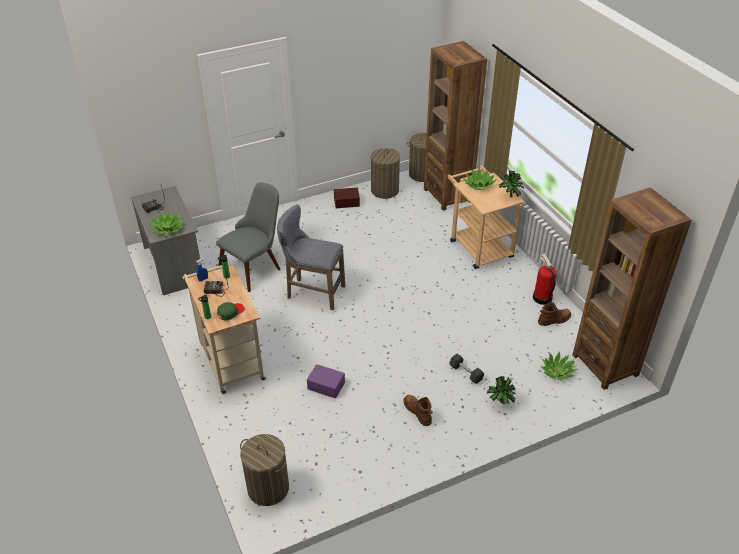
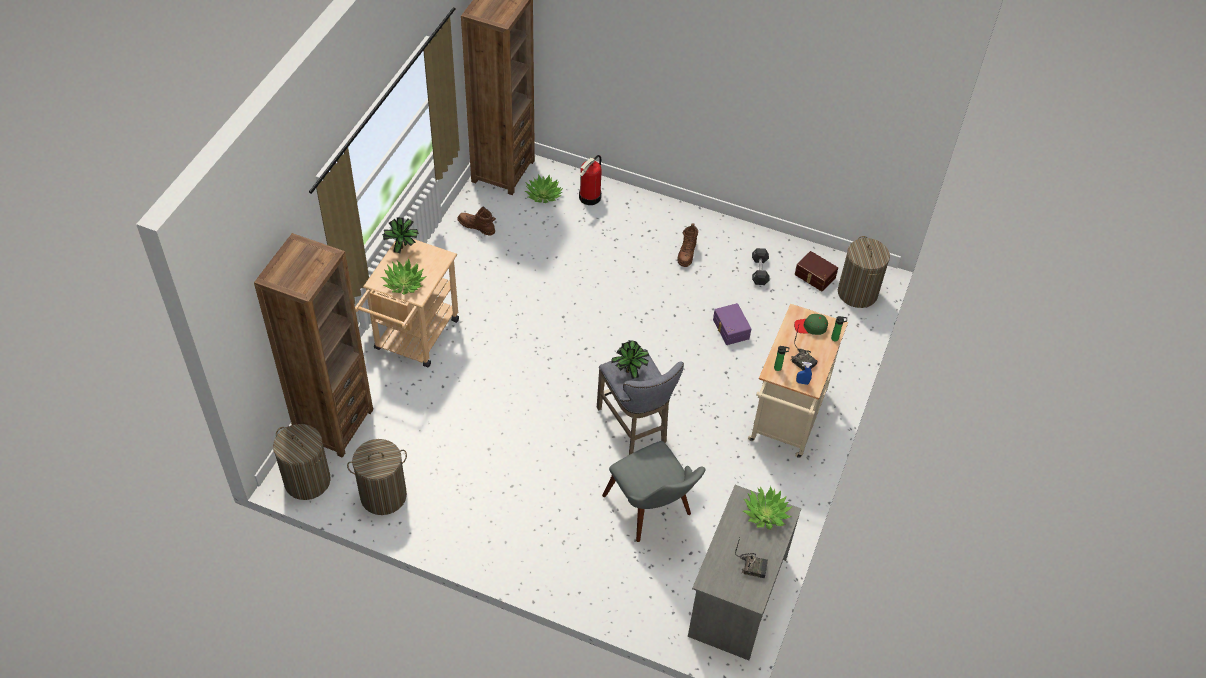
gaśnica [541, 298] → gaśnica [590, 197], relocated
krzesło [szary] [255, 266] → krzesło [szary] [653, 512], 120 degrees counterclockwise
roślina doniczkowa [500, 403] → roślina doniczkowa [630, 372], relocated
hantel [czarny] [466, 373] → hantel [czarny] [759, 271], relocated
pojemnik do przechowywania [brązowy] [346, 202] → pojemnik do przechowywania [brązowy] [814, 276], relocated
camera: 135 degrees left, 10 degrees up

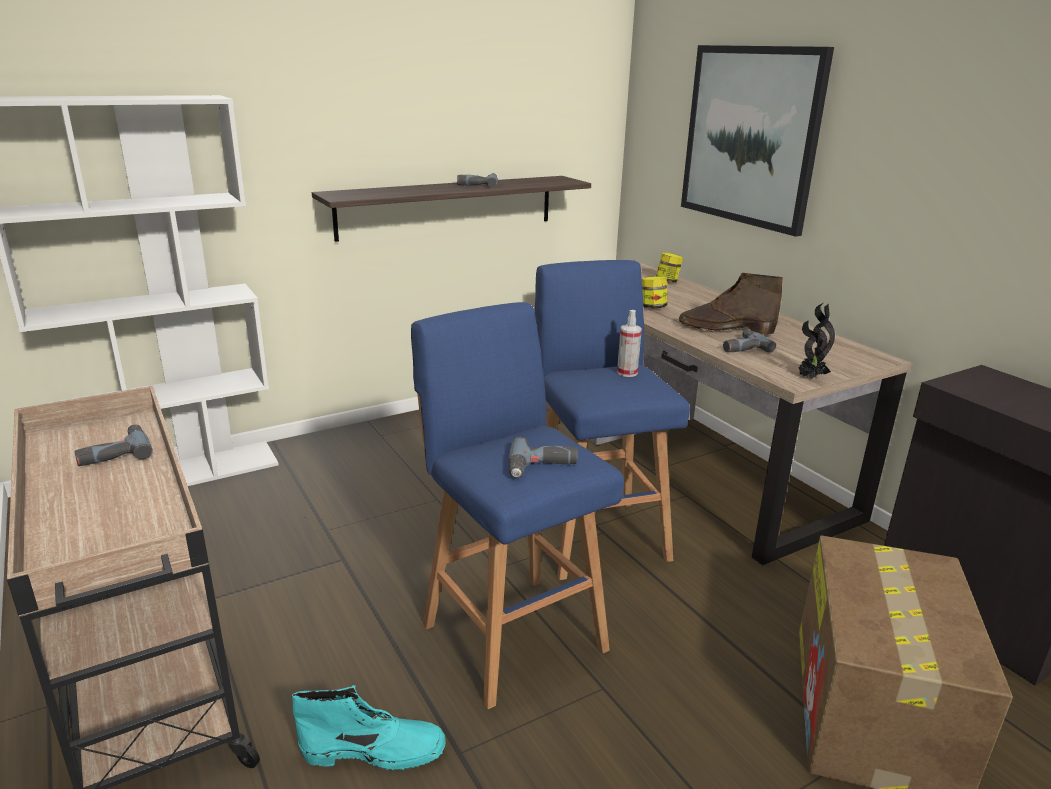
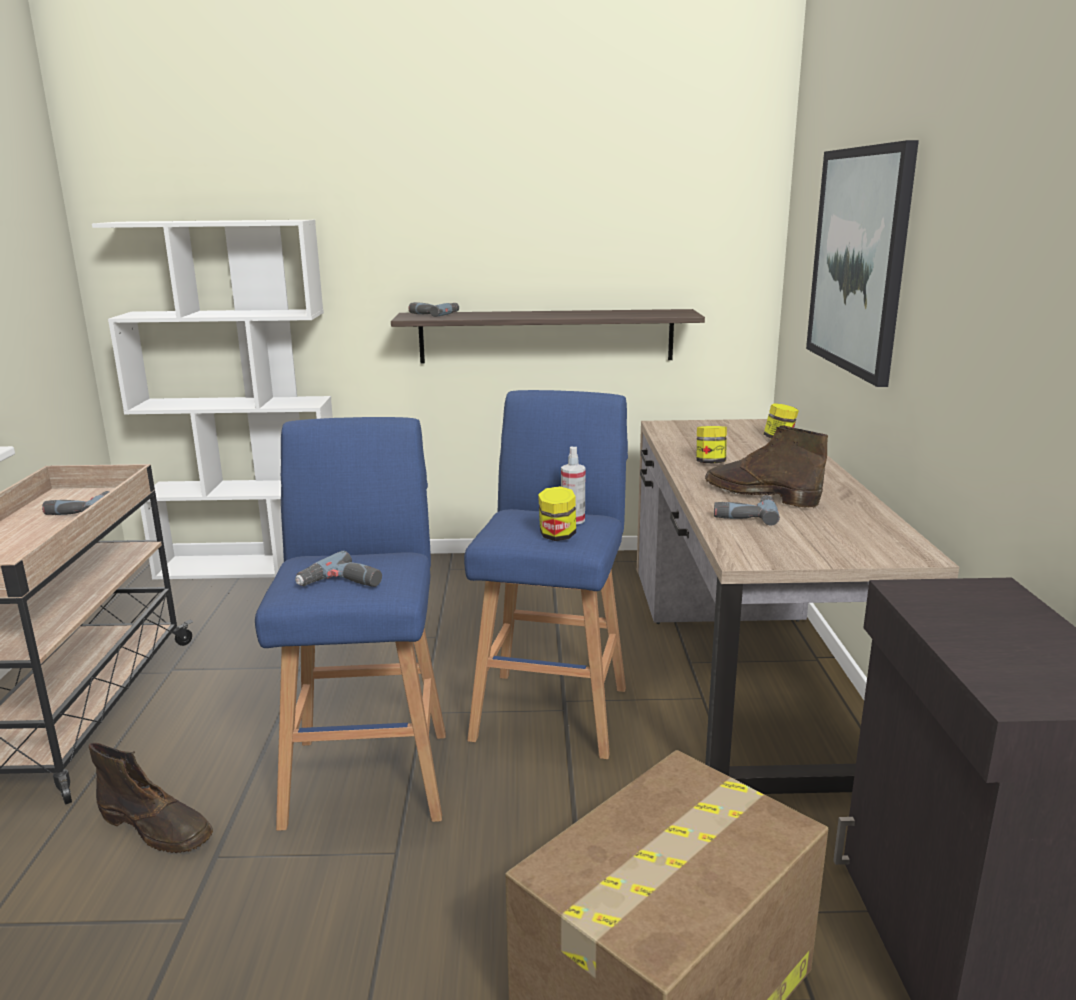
but z cholewką [turkusowy] [375, 751] → but z cholewką [brązowy] [157, 828]
wiertarka [478, 184] → wiertarka [433, 314], relocated
- → słoik [557, 536]
roślina doniczkowa [809, 378] → -
camera: 30 degrees right, 5 degrees down

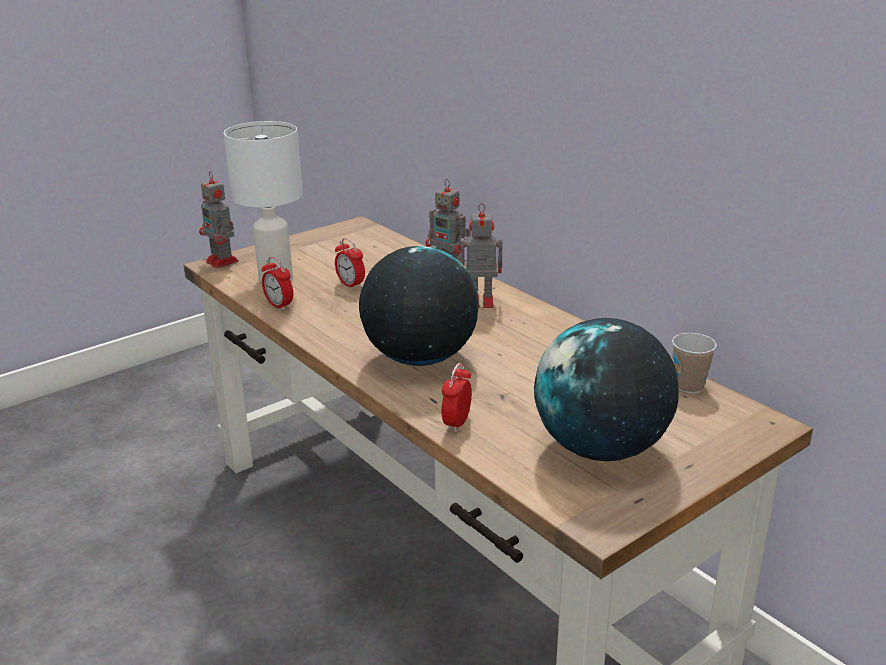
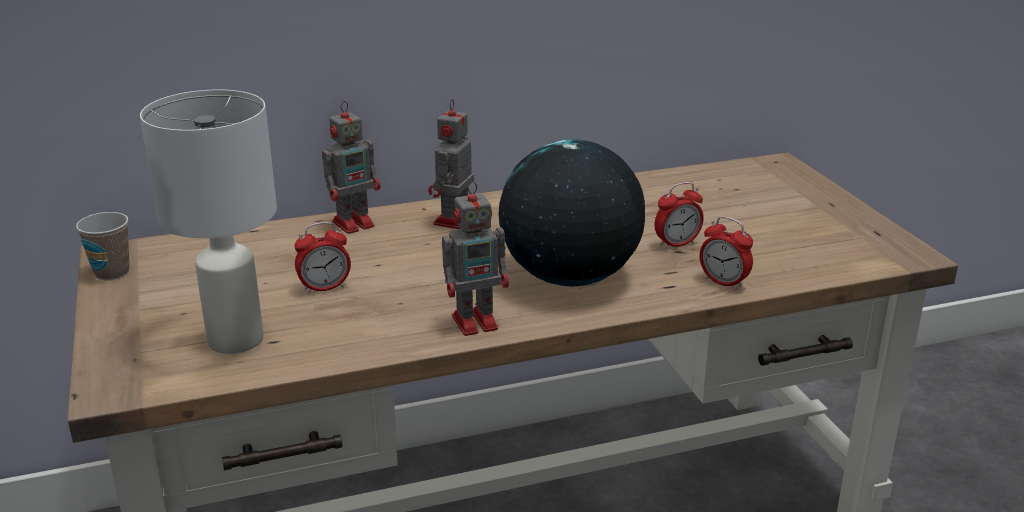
filiżanka [688, 386] → filiżanka [112, 273], relocated
robot zabawkowy [223, 262] → robot zabawkowy [477, 322], relocated
budzik [279, 306] → budzik [677, 244], relocated
globus [601, 448] → -
camera: 70 degrees left, 0 degrees up

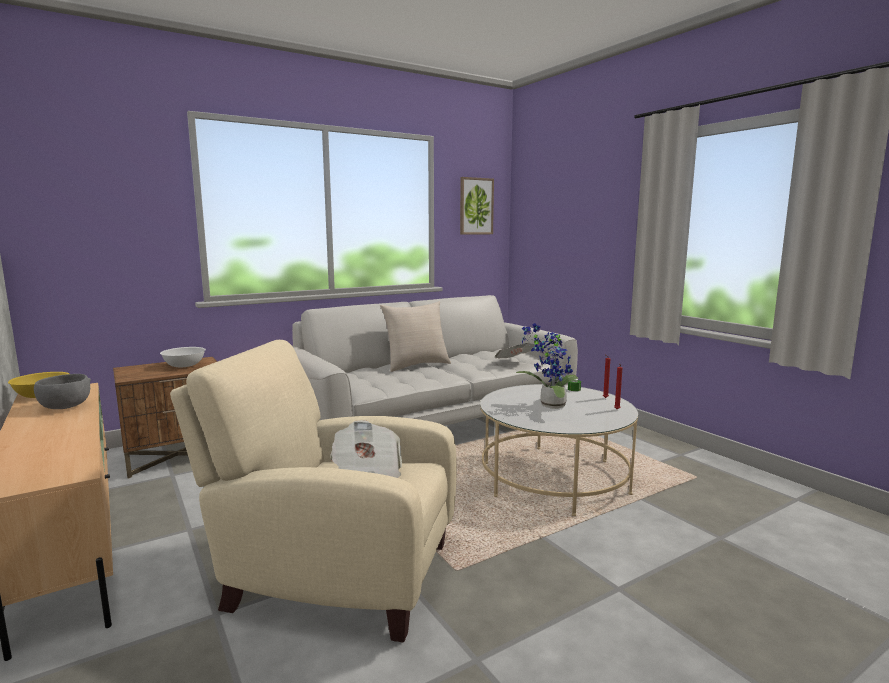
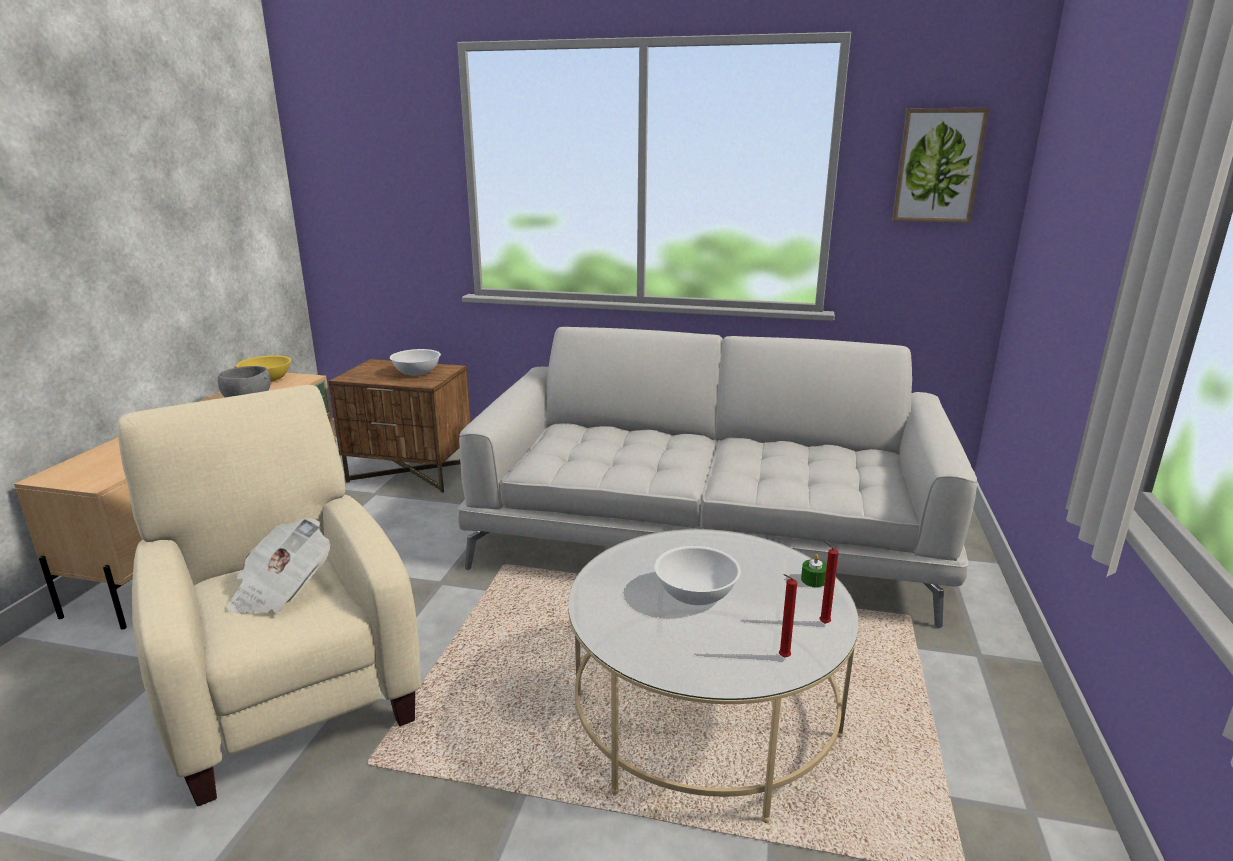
roślina doniczkowa [549, 405] → miska [biały] [696, 594]
poduszka [beżowy] [416, 365] → -
gazeta [513, 362] → -
camera: 45 degrees right, 10 degrees up

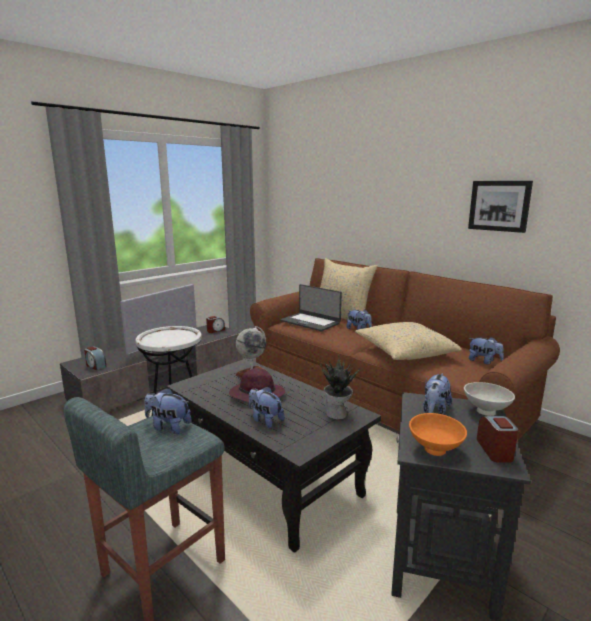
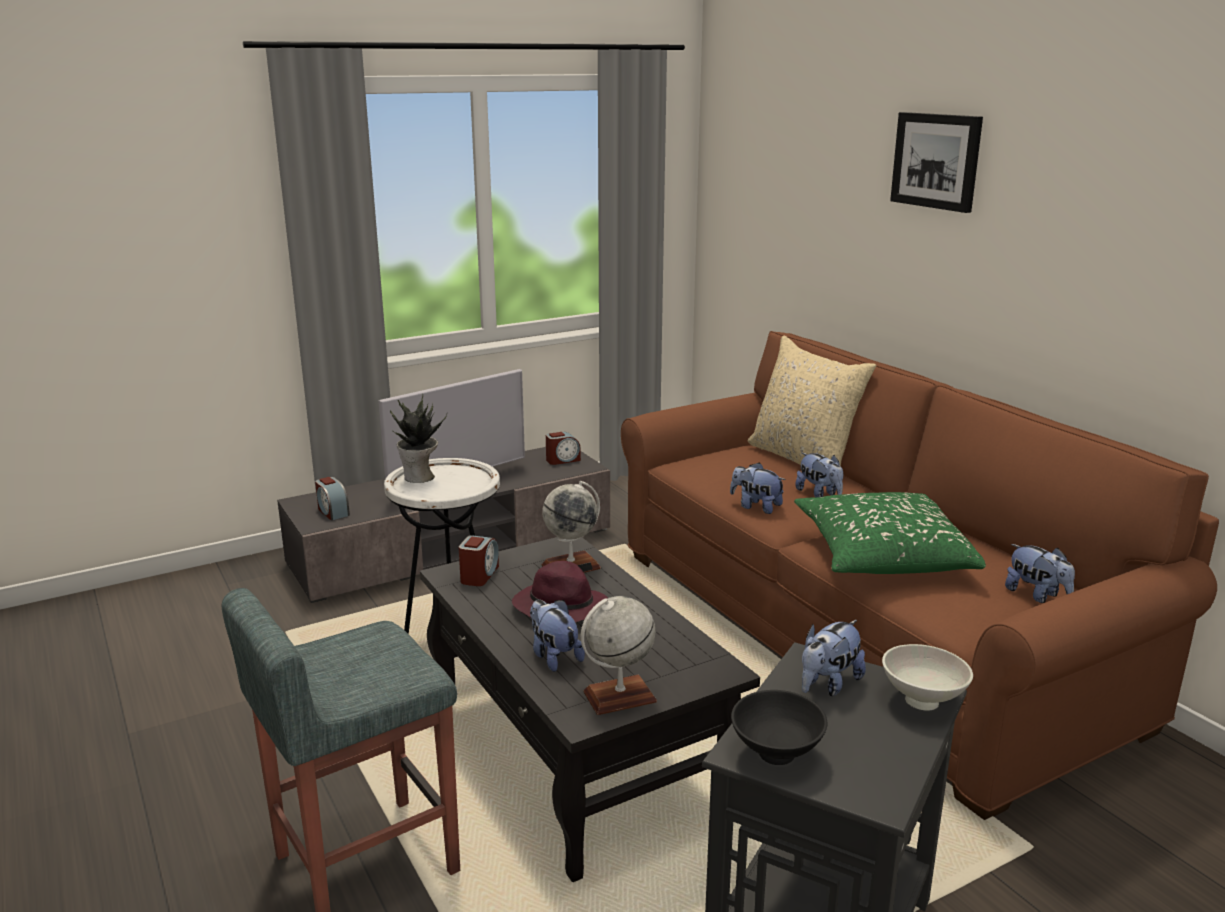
roślina doniczkowa [337, 414] → roślina doniczkowa [419, 478], relocated
budzik [495, 450] → budzik [479, 575], relocated
- → globus [619, 697]
pluszak [168, 427] → pluszak [756, 506], relocated
miska [pomarańczowy] [436, 450] → miska [czarny] [778, 755]
poduszka [beżowy] [404, 352] → poduszka [zielony] [881, 554]
obraz [499, 205] → obraz [936, 161], relocated
laptop [310, 322] → -
camera: 15 degrees right, 5 degrees up

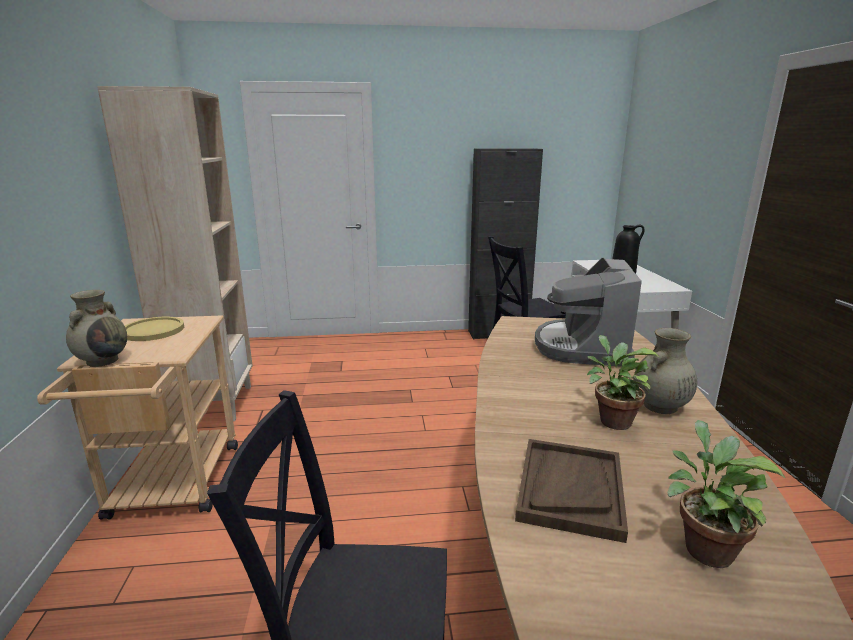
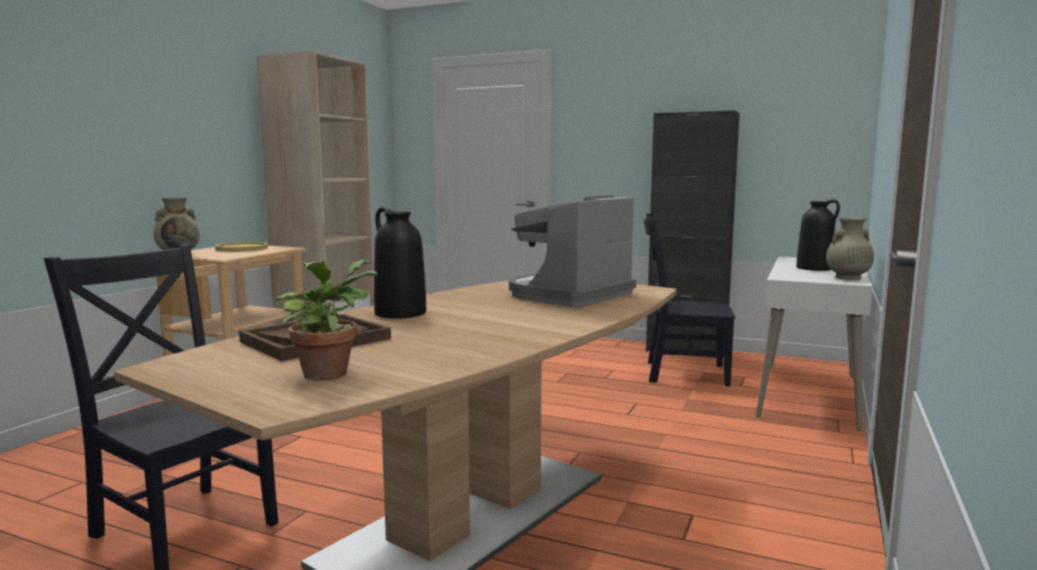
- → wazon [czarny] [399, 313]
wazon [beżowy] [659, 407] → wazon [beżowy] [847, 278], relocated
roślina doniczkowa [611, 420] → -
camera: 30 degrees right, 10 degrees down

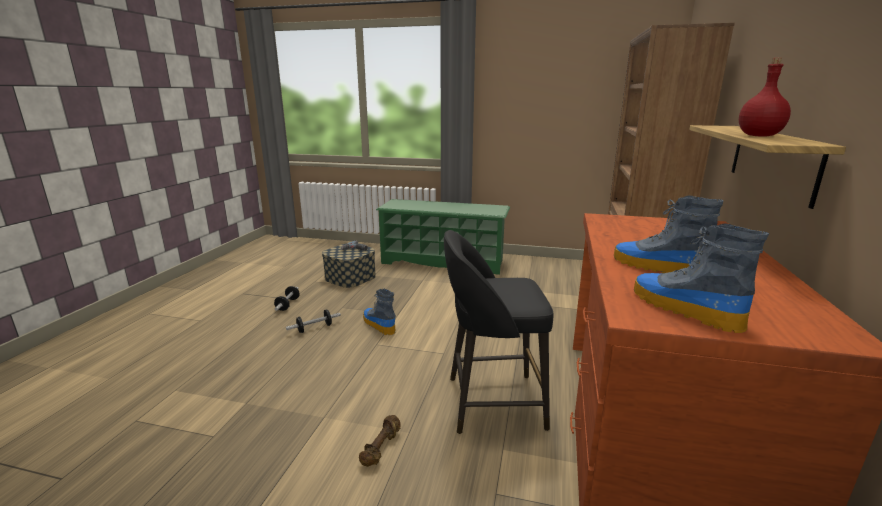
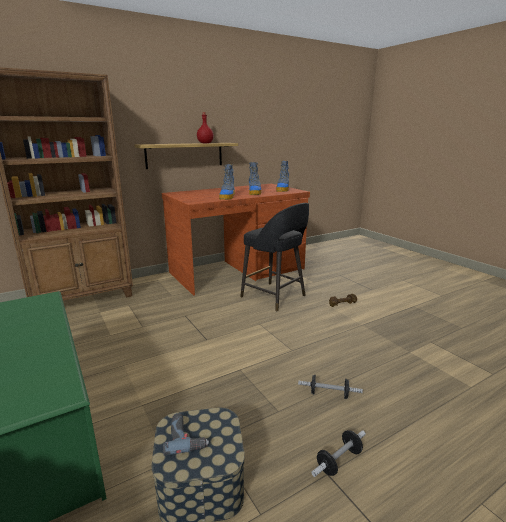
but z cholewką [378, 324] → but z cholewką [227, 197], relocated
camera: 135 degrees left, 0 degrees up

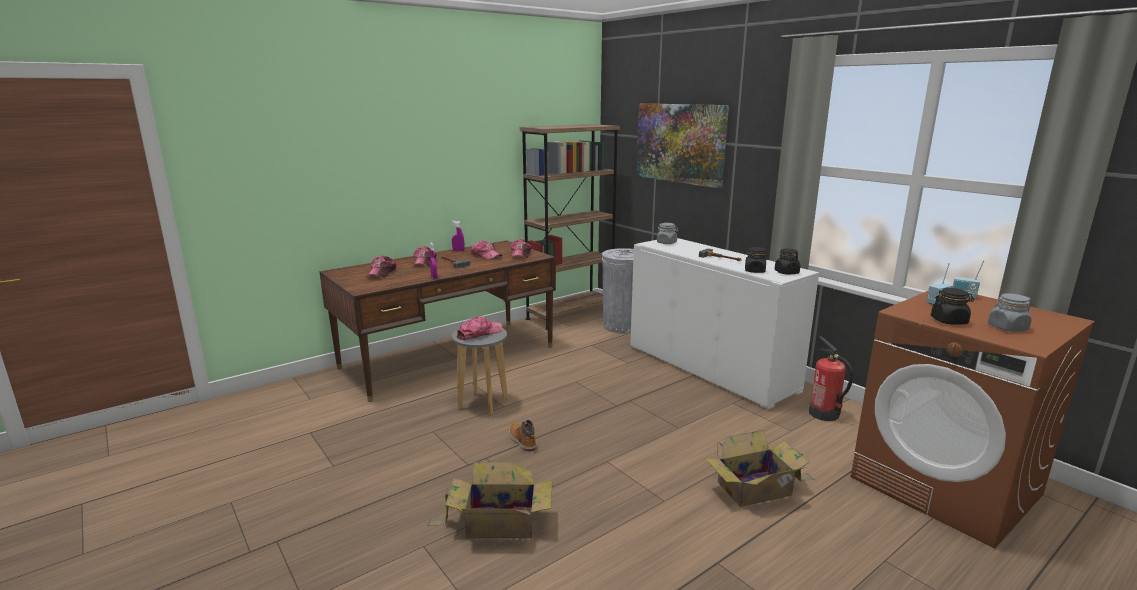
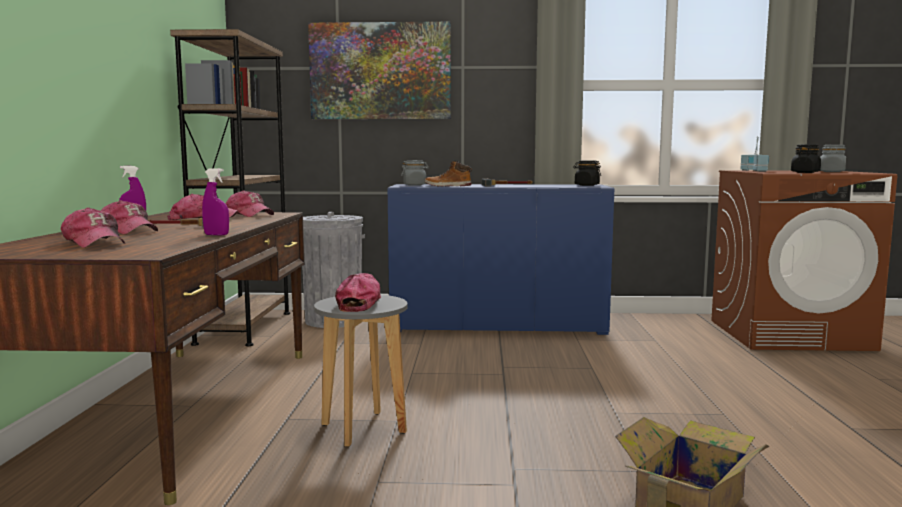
szafka [biały] [709, 368] → szafka [niebieski] [497, 325]
but z cholewką [522, 440] → but z cholewką [447, 186], relocated
karton [757, 488] → -
słoik [czarny] [754, 271] → -
gaśnica [824, 414] → -
camera: 50 degrees left, 10 degrees down

